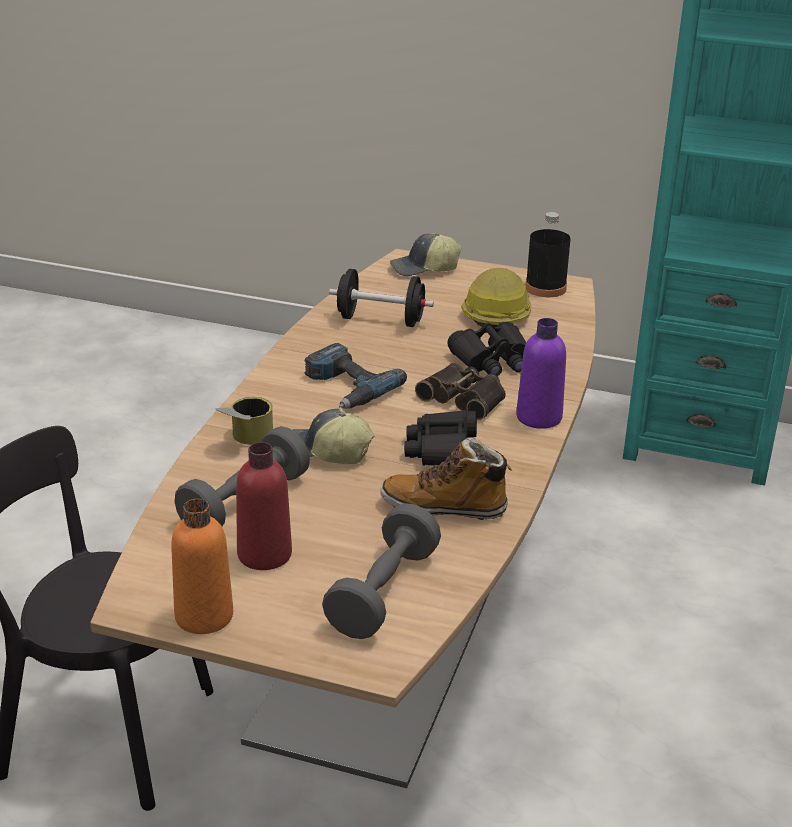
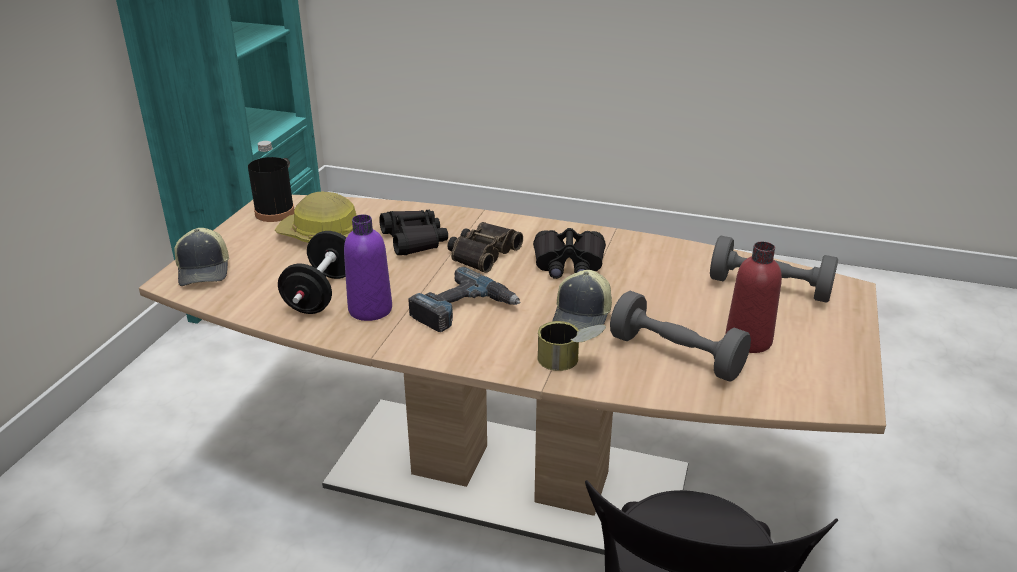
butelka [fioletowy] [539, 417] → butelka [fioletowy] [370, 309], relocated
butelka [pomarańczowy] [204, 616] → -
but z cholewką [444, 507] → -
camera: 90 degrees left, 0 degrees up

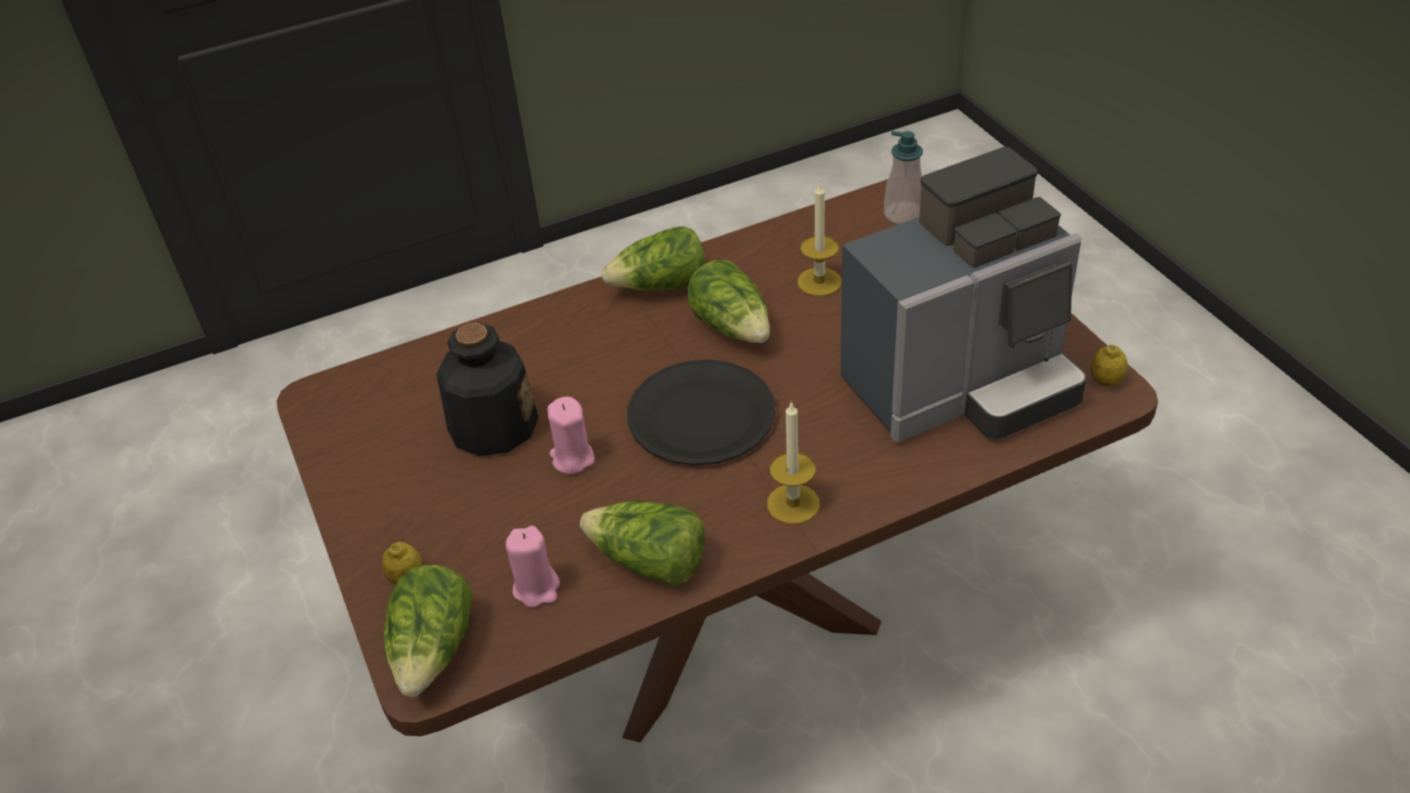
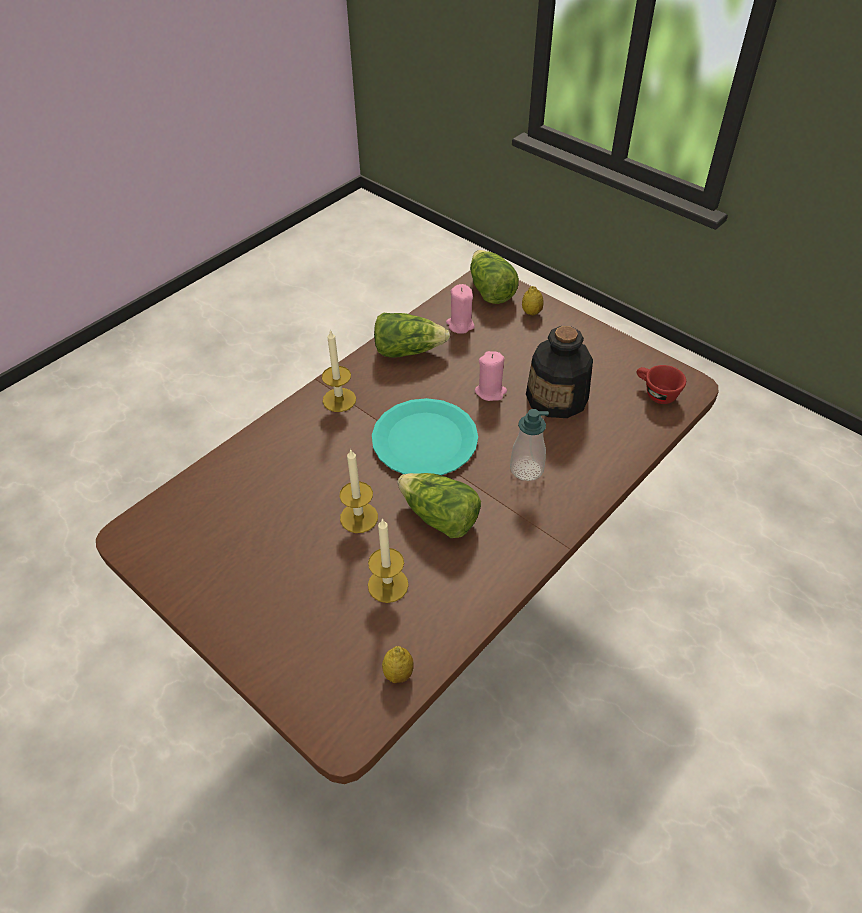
- → świeca [359, 517]
talerz [czarny] [702, 415] → talerz [turkusowy] [424, 440]
cytryna [1106, 381] → cytryna [398, 673], relocated
dozownik mydła [903, 214] → dozownik mydła [526, 469], relocated
- → filiżanka [czerwony] [655, 393]
sałata [661, 286] → -
ekspres do kawy [962, 386] → -
camera: 155 degrees right, 5 degrees up

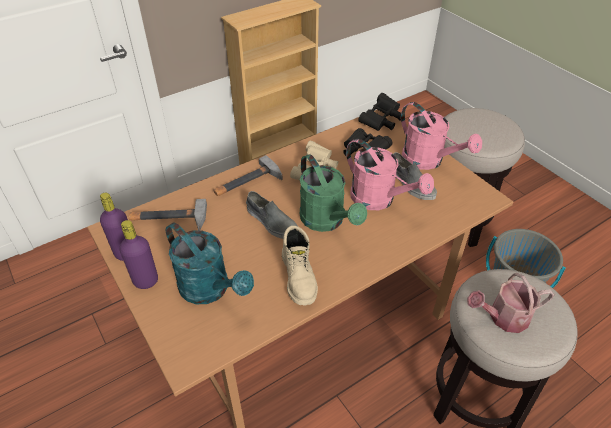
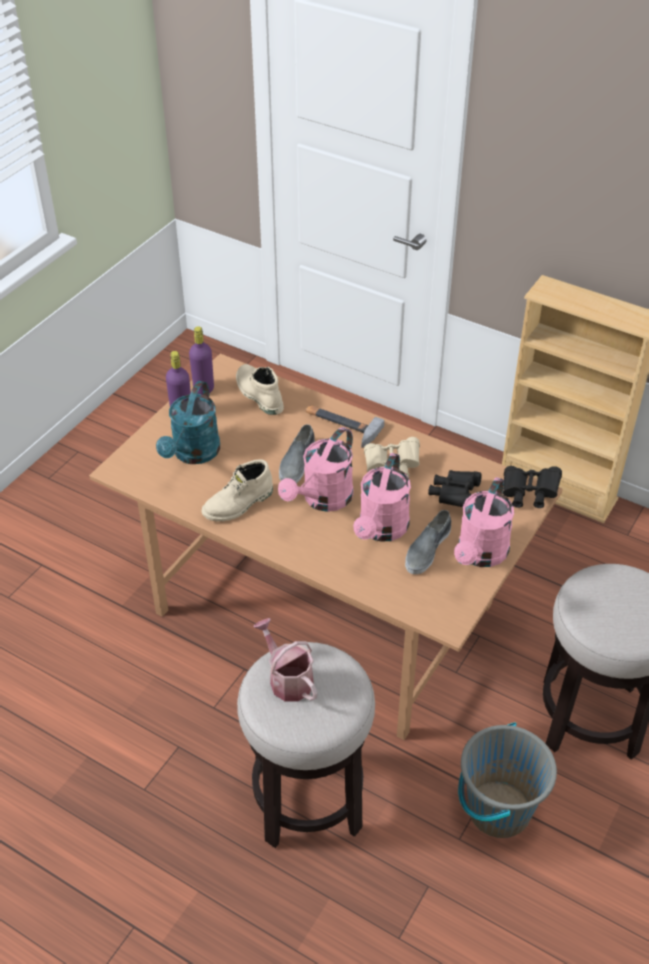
młotek [168, 219] → but z cholewką [beżowy] [258, 395]
konewka [zielony] [327, 221] → konewka [różowy] [322, 500]
camera: 65 degrees right, 0 degrees up

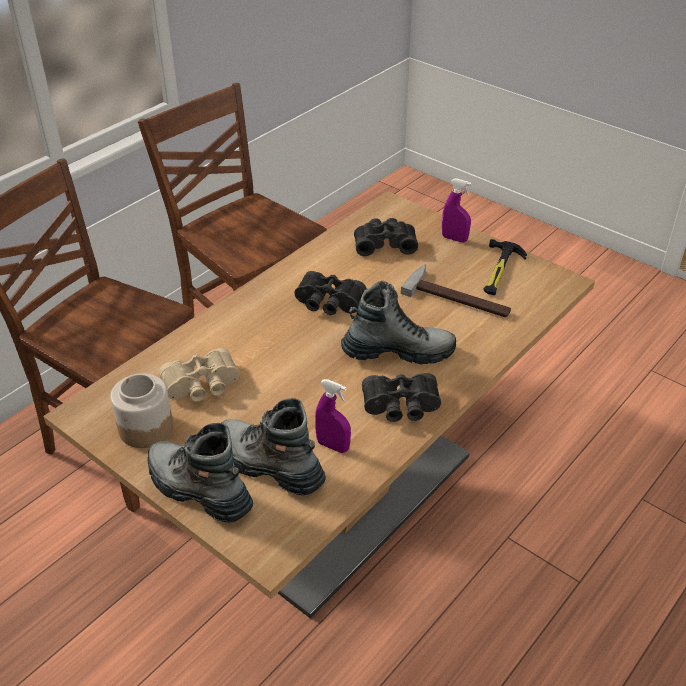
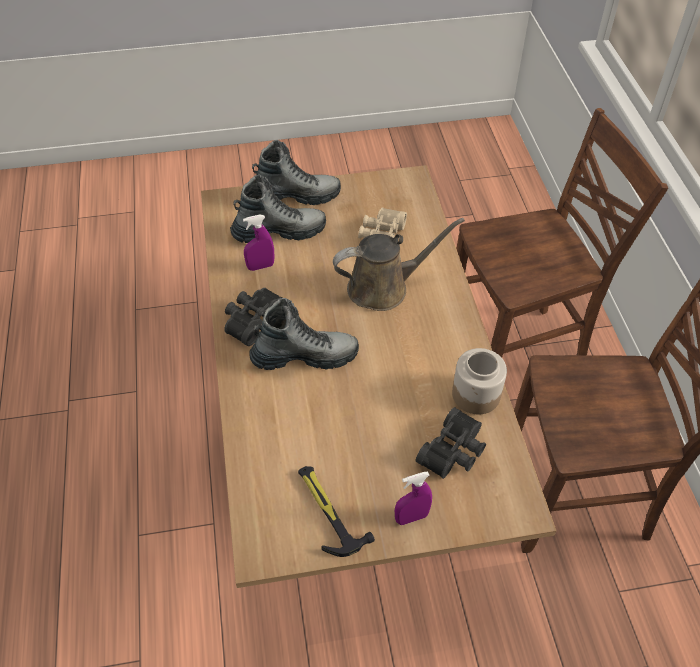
but z cholewką [398, 352] → but z cholewką [305, 356], 135 degrees counterclockwise
- → konewka [brązowy] [383, 287]
słoik [145, 428] → słoik [476, 394], relocated
lornetka [czarny] [328, 304] → -
młotek [459, 297] → -
camera: 130 degrees right, 10 degrees up

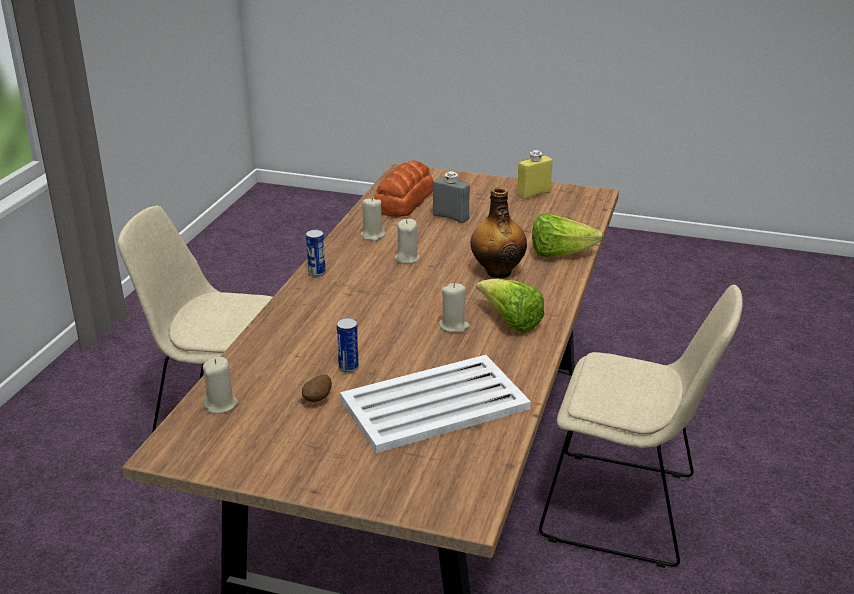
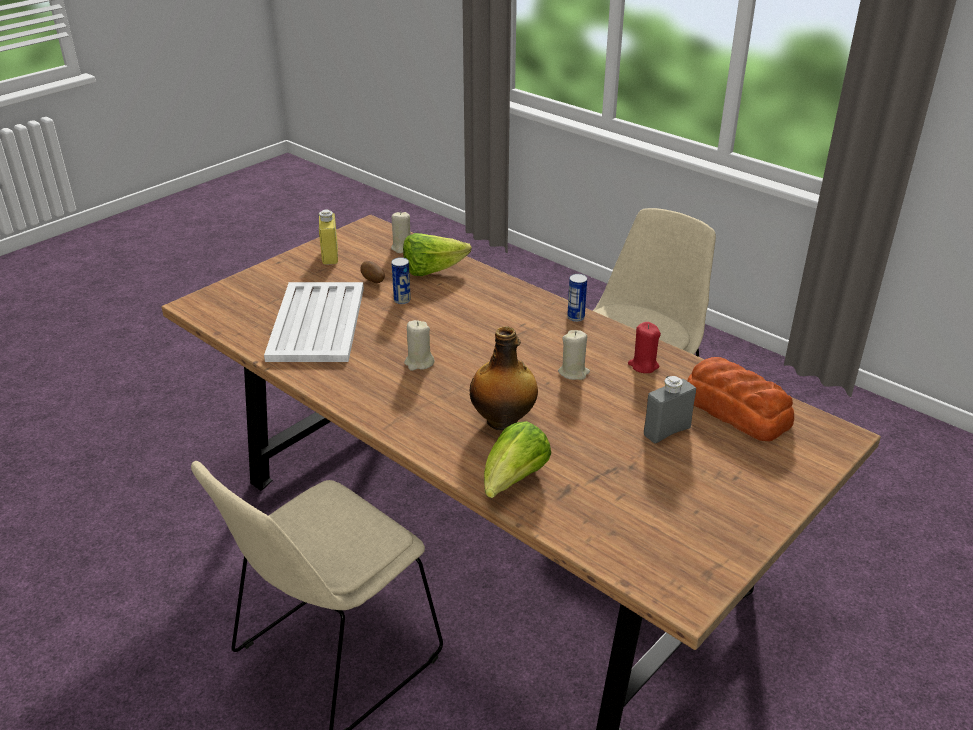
butelka [żółty] [533, 194] → butelka [żółty] [330, 255], relocated
sałata [510, 322] → sałata [432, 271], relocated
świeca [beżowy] [373, 235] → świeca [czerwony] [643, 365]
camera: 115 degrees right, 5 degrees up

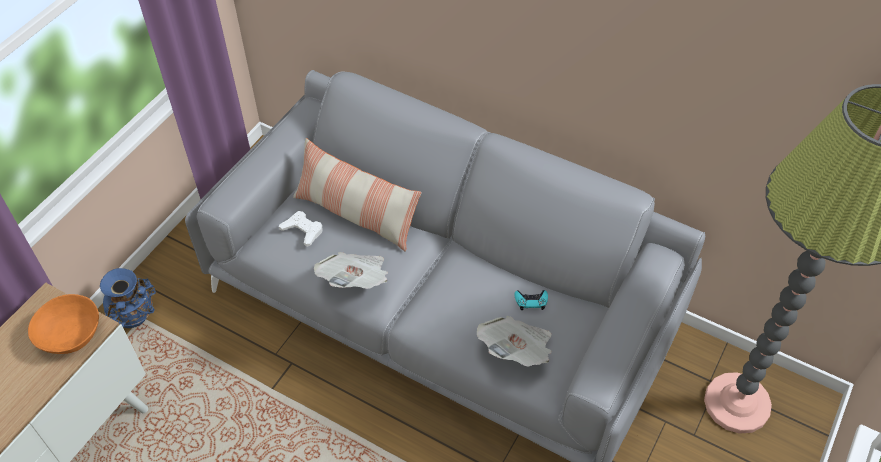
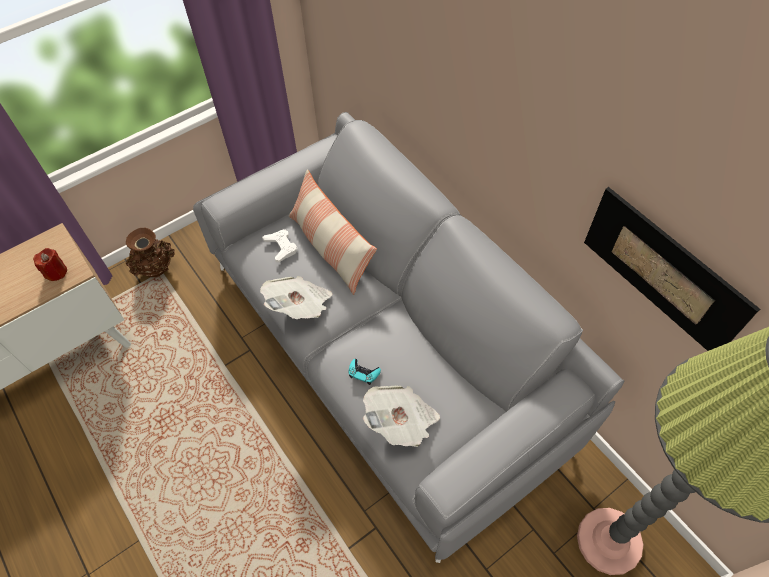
miska [pomarańczowy] [71, 334] → świeca [czerwony] [56, 272]
wazon [niebieski] [135, 318] → wazon [brązowy] [157, 270]
pad do gier [turkusowy] [531, 301] → pad do gier [turkusowy] [363, 373], relocated
- → obraz [663, 270]
camera: 25 degrees right, 5 degrees up

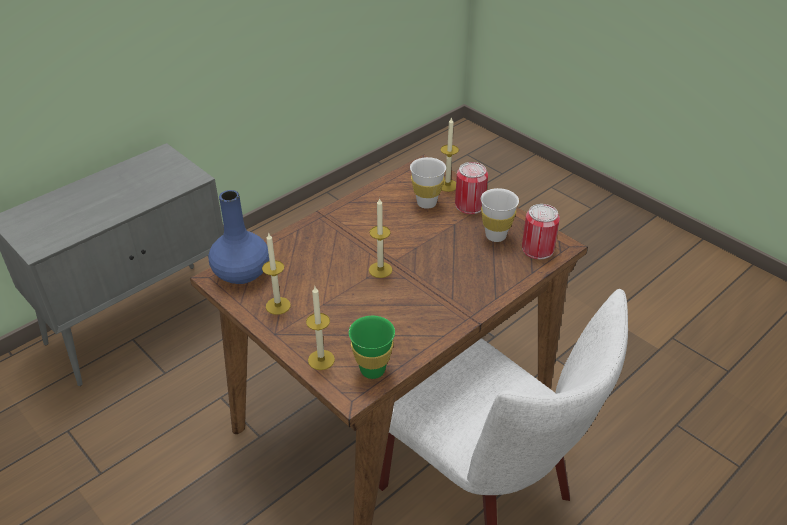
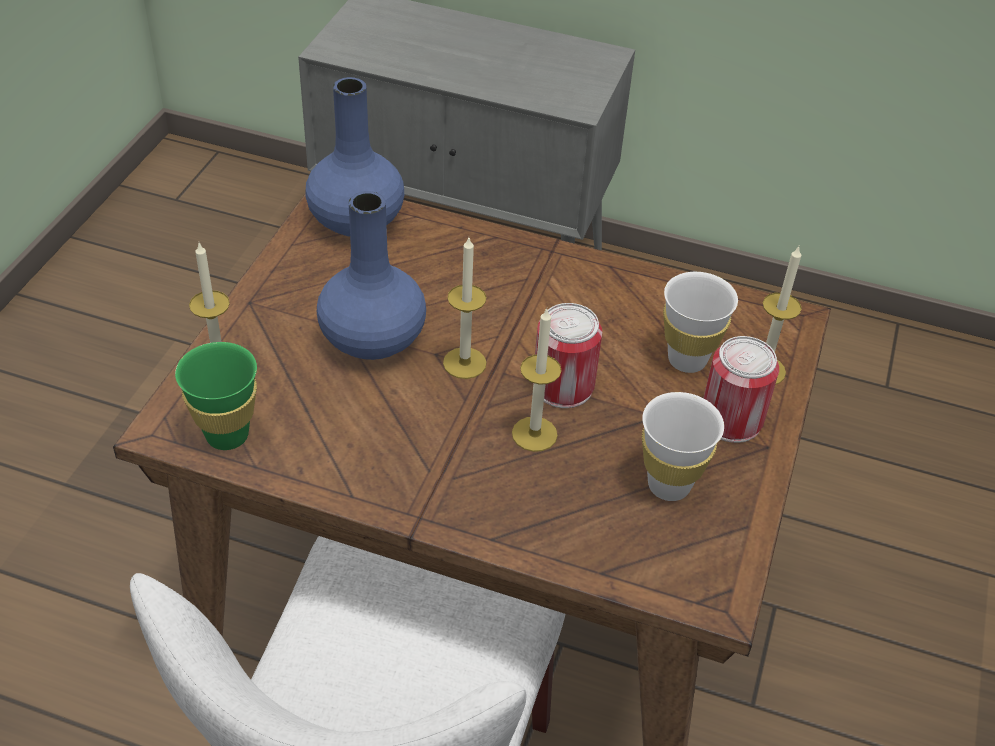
- → wazon [niebieski] [374, 338]
świeca [278, 305] → świeca [534, 434], relocated
puszka [537, 249] → puszka [563, 386], relocated
camera: 60 degrees right, 5 degrees up

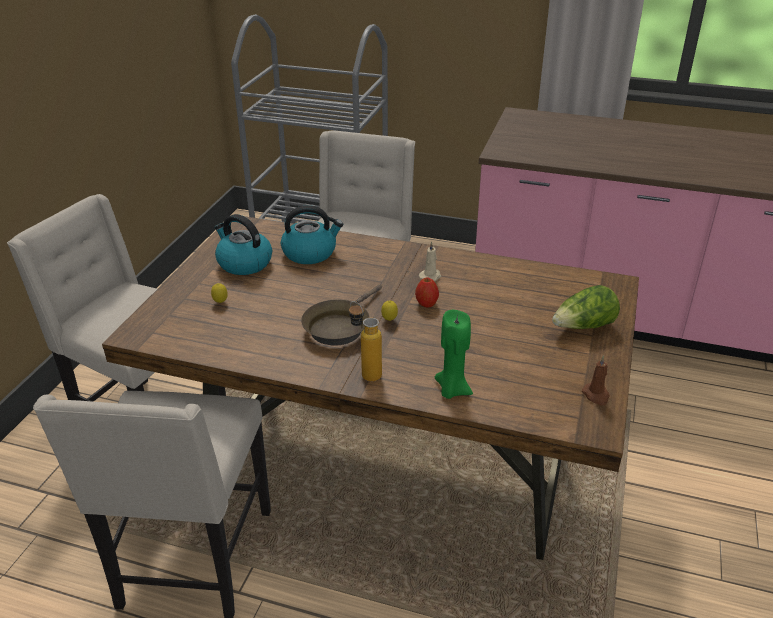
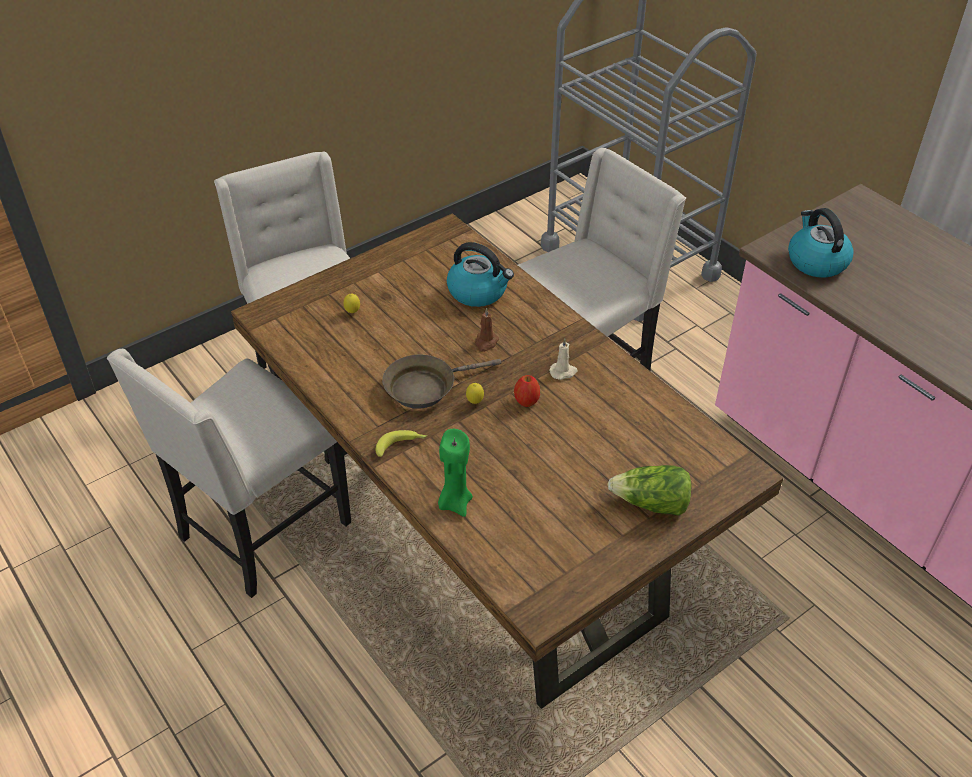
butelka [365, 372] → banan [401, 445]
świeca [brązowy] [596, 395] → świeca [brązowy] [486, 342], relocated
czajnik [244, 263] → czajnik [816, 261], relocated
camera: 35 degrees right, 10 degrees up

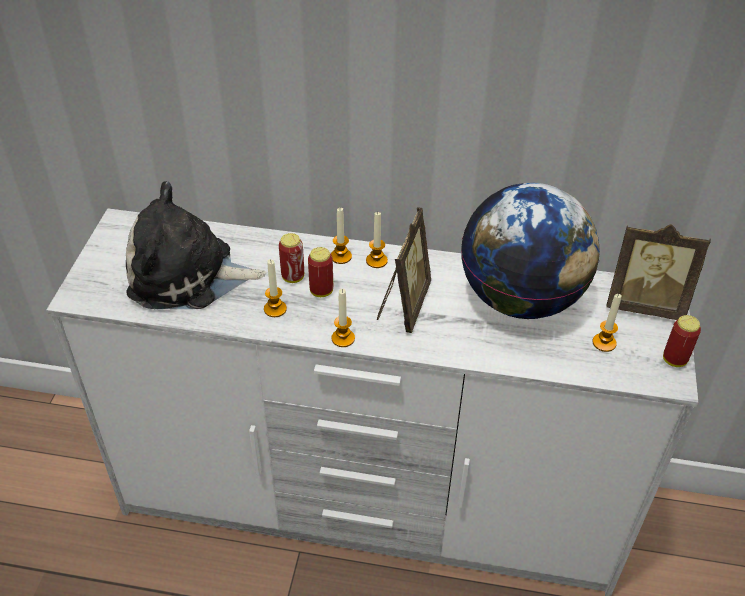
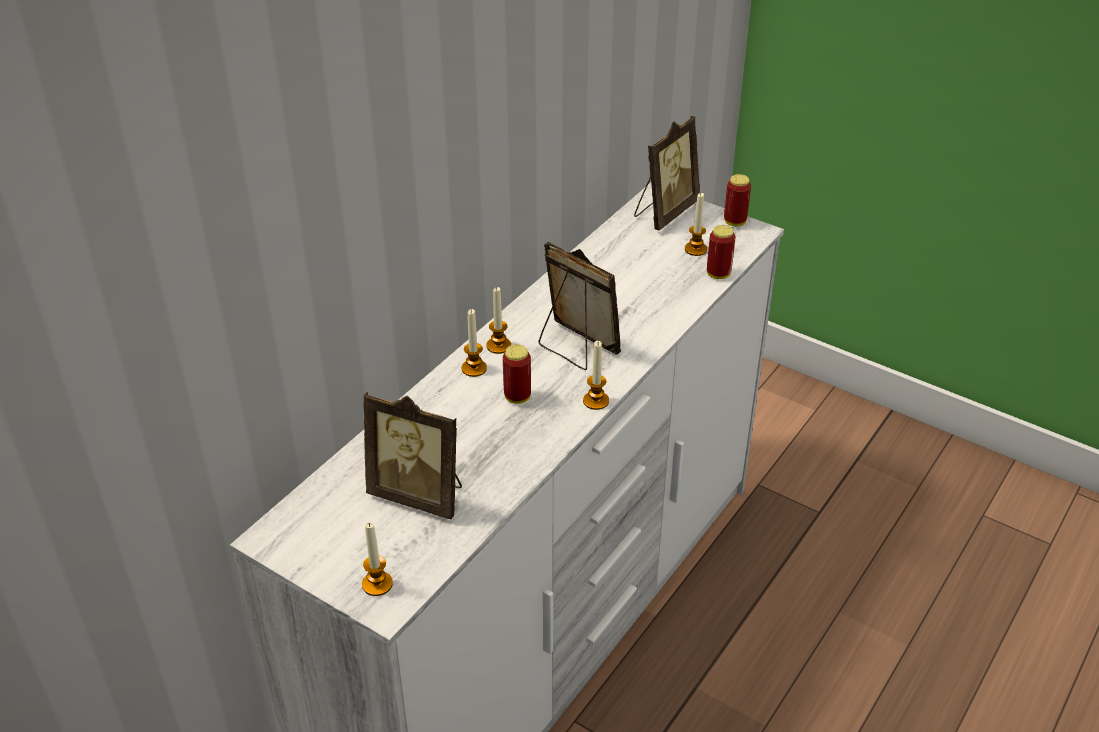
świeca [275, 309] → świeca [377, 584], relocated
pluszak [188, 275] → ramka na zdjęcie [419, 494]
puszka [293, 277] → puszka [718, 274], relocated
globus [521, 299] → -
camera: 65 degrees left, 5 degrees down

